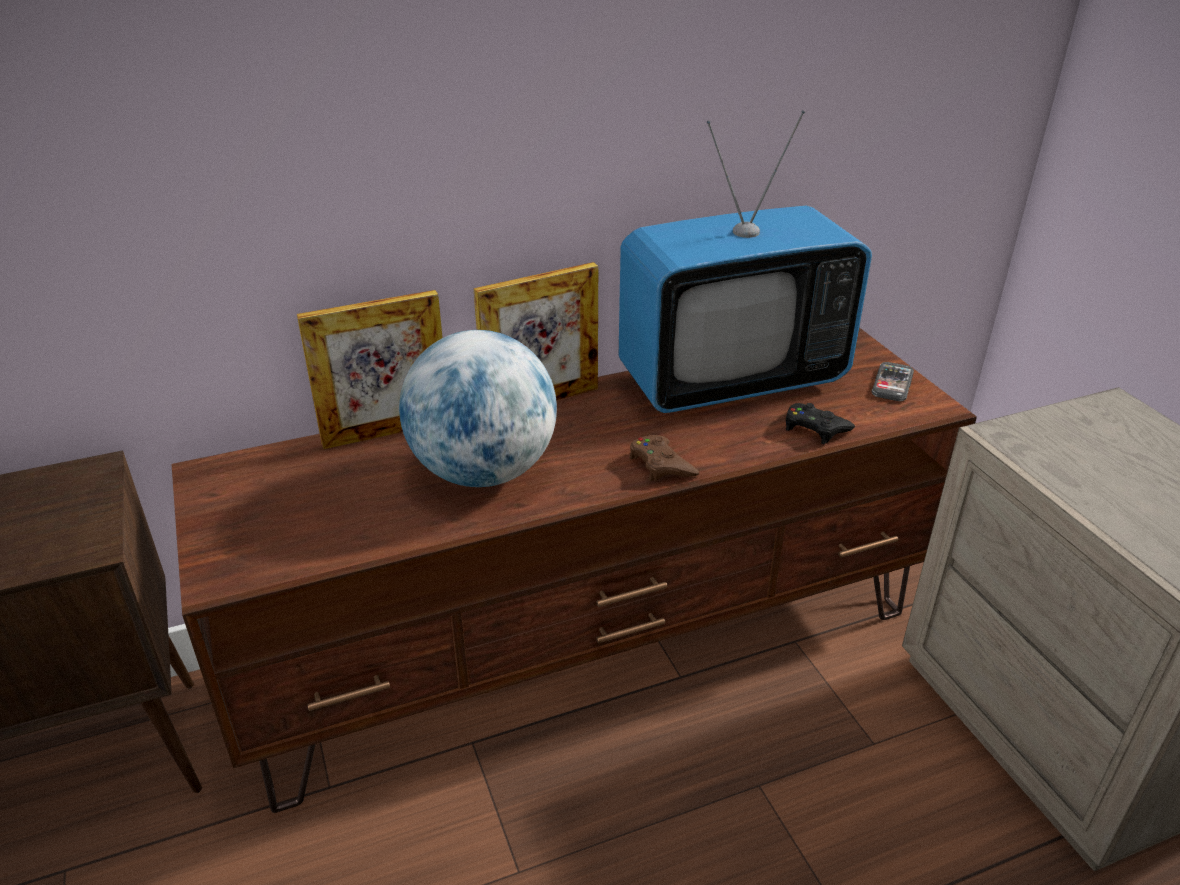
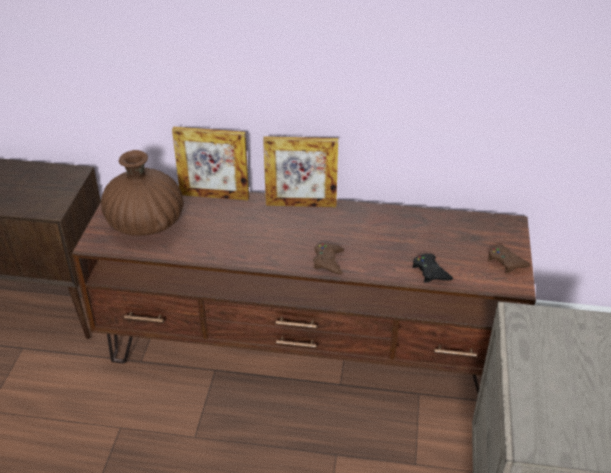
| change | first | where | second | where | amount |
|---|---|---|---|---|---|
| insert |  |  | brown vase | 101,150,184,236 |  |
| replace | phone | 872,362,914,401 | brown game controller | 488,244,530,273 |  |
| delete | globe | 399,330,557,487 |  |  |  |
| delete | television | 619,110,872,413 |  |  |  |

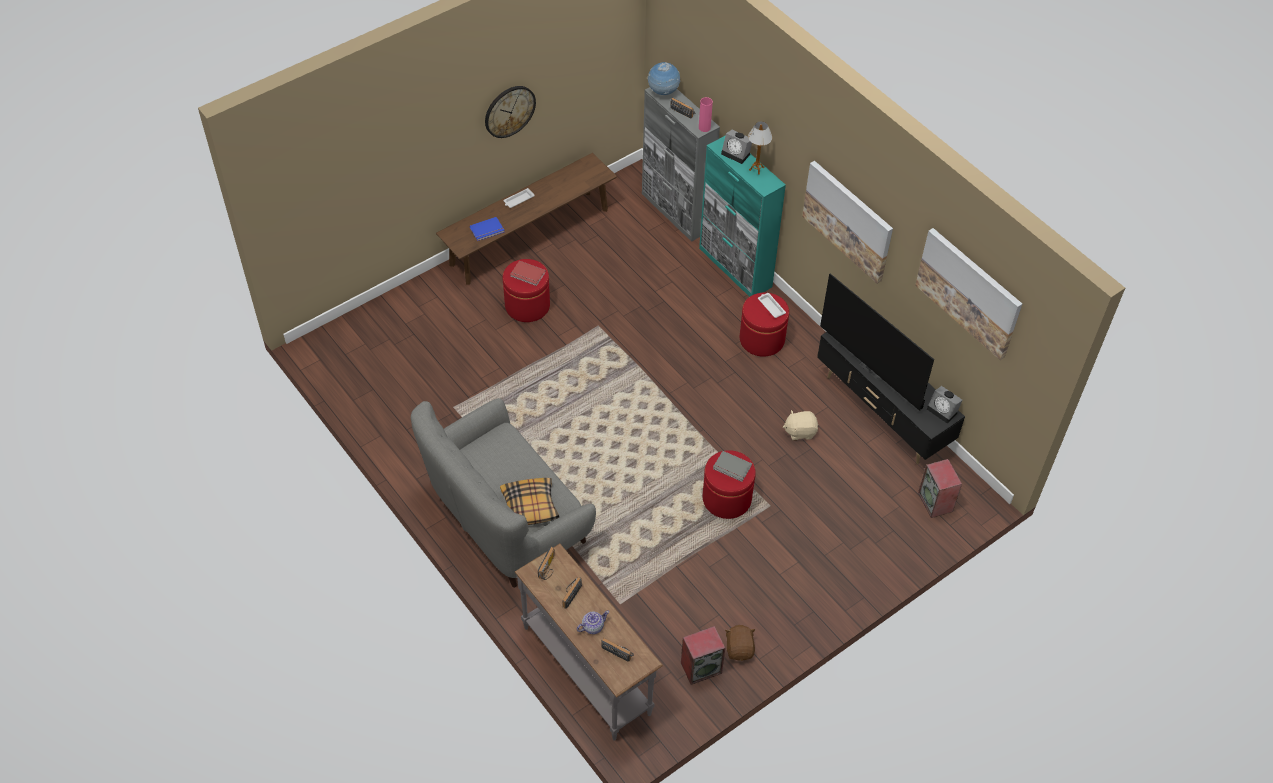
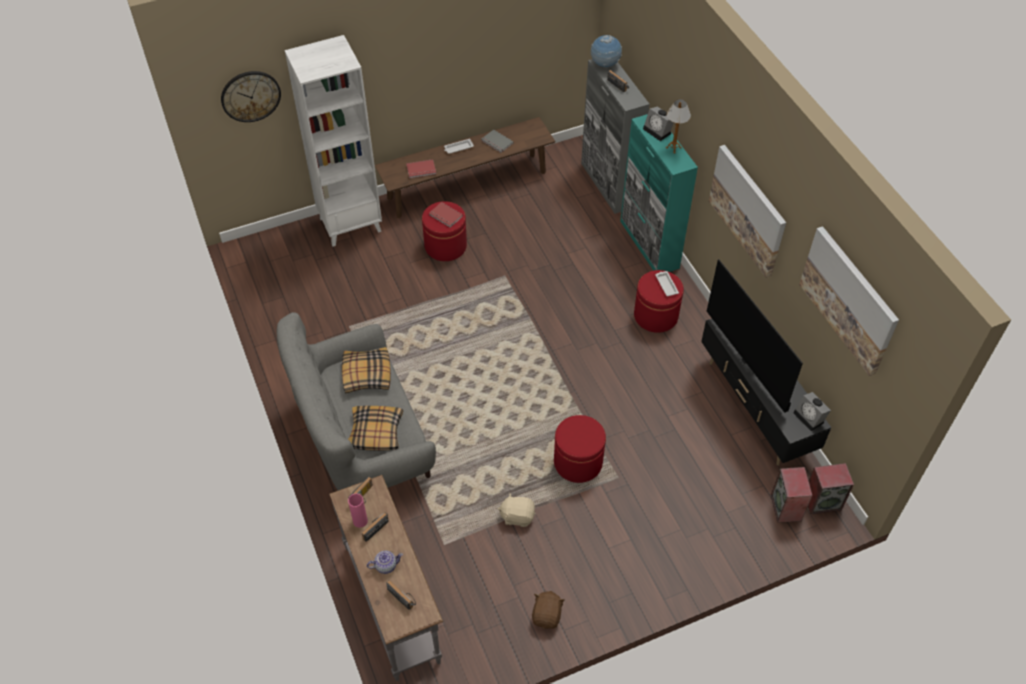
| change | first | where | second | where | amount |
|---|---|---|---|---|---|
| move | wall clock | 485,86,536,138 |  | 221,71,281,122 |  |
| insert |  |  | white bookcase | 285,35,382,247 |  |
| insert |  |  | pillow | 342,347,391,393 |  |
| move | pink vase | 699,97,713,132 |  | 348,494,368,528 |  |
| recolor | blue book | 470,217,504,241 | red book | 406,159,436,179 |  |
| move | grey book | 713,451,752,482 |  | 482,129,514,153 |  |
| move | beige plush toy | 783,410,818,441 |  | 498,494,536,527 |  |
| move | speaker | 681,626,725,685 |  | 808,463,854,514 |  |

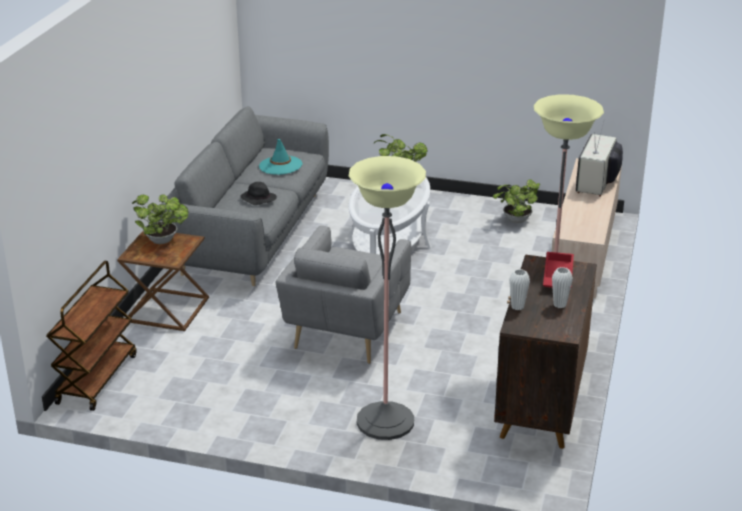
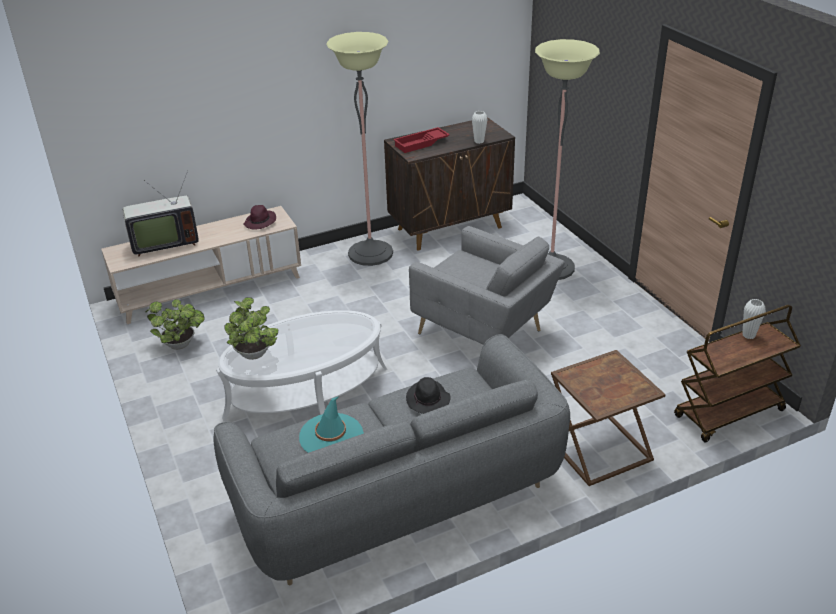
| change | first | where | second | where | amount |
|---|---|---|---|---|---|
| insert |  |  | purple hat | 243,205,276,229 |  |
| rotate | grey armchair | 276,226,411,364 |  | 409,226,565,345 | 60 degrees clockwise |
| move | white vase | 552,267,573,308 |  | 742,299,766,339 |  |
| delete | potted plant | 132,194,189,244 |  |  |  |

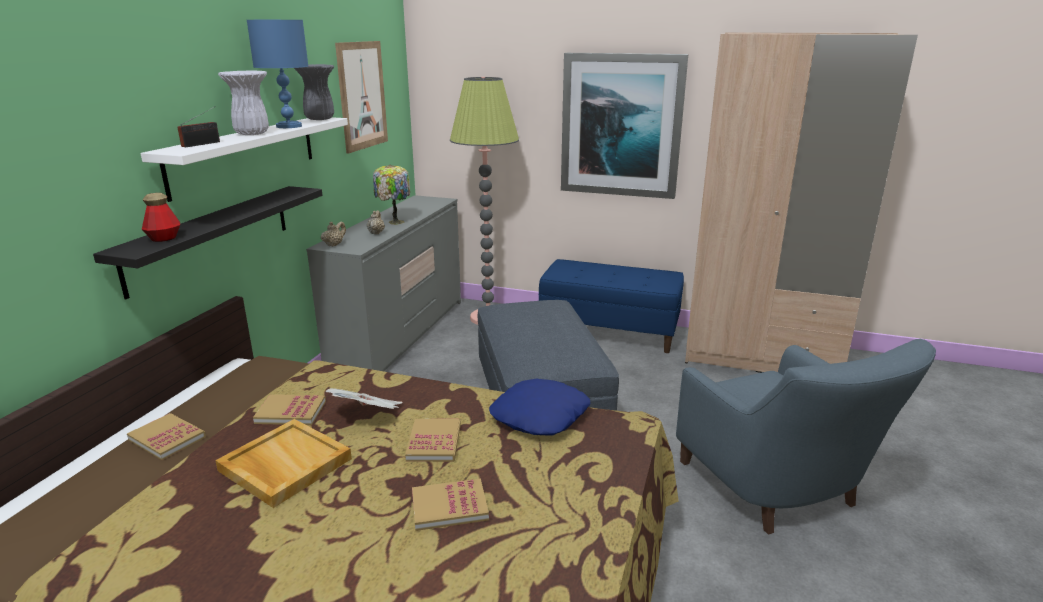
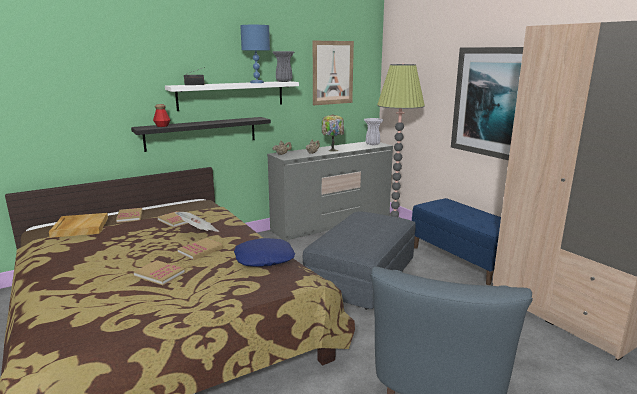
| change | first | where | second | where | amount |
|---|---|---|---|---|---|
| move | beige tray | 215,419,352,508 |  | 49,213,108,238 |  |
| move | white vase | 218,70,269,135 |  | 364,118,383,145 |  |

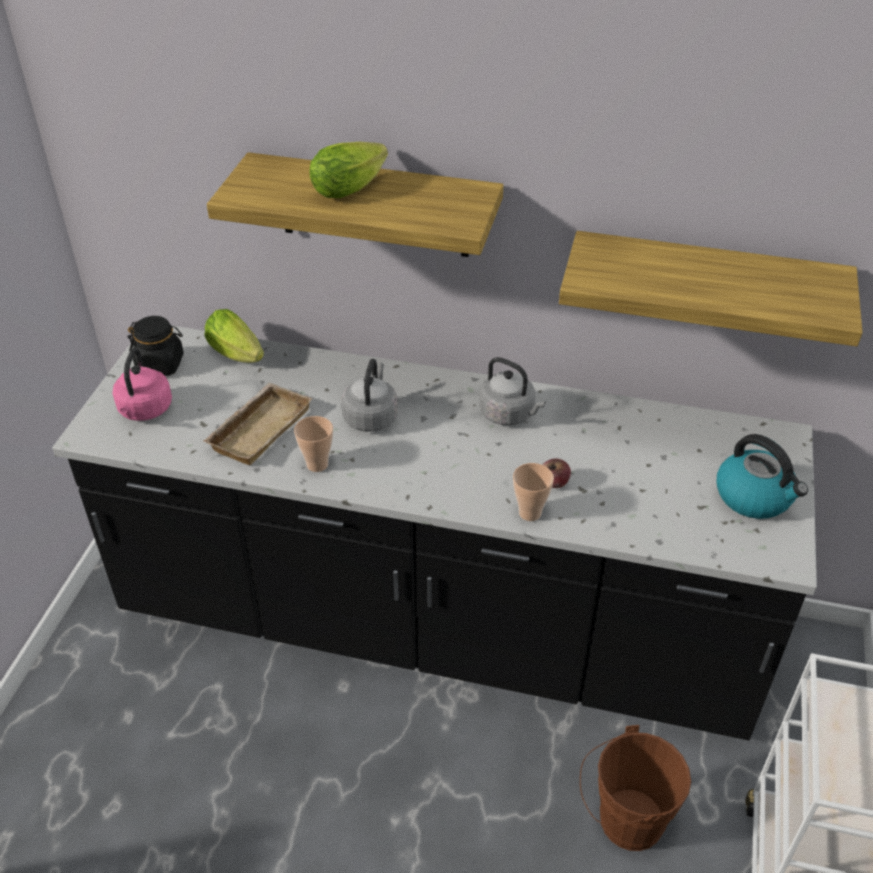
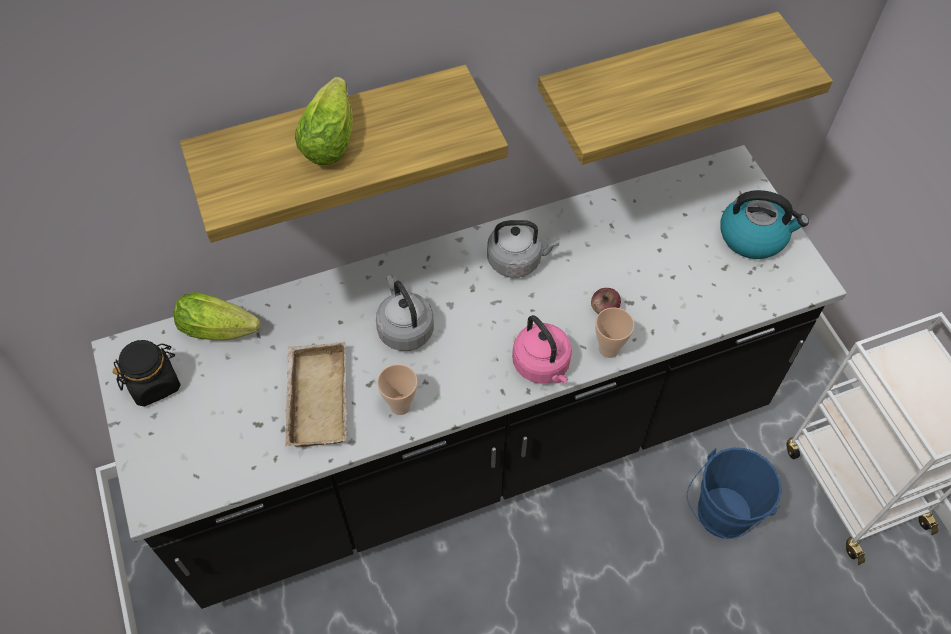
| change | first | where | second | where | amount |
|---|---|---|---|---|---|
| move | pink kettle | 113,348,172,421 |  | 512,315,572,384 |  |
| recolor | brown bucket | 580,725,691,851 | blue bucket | 687,448,782,539 |  |

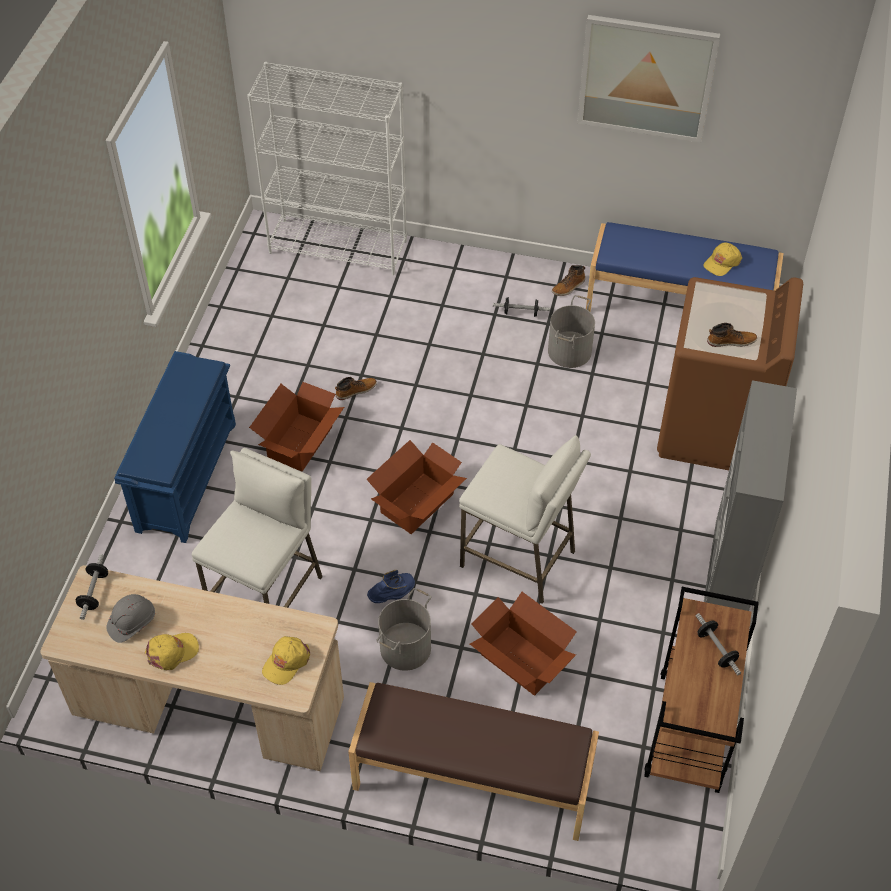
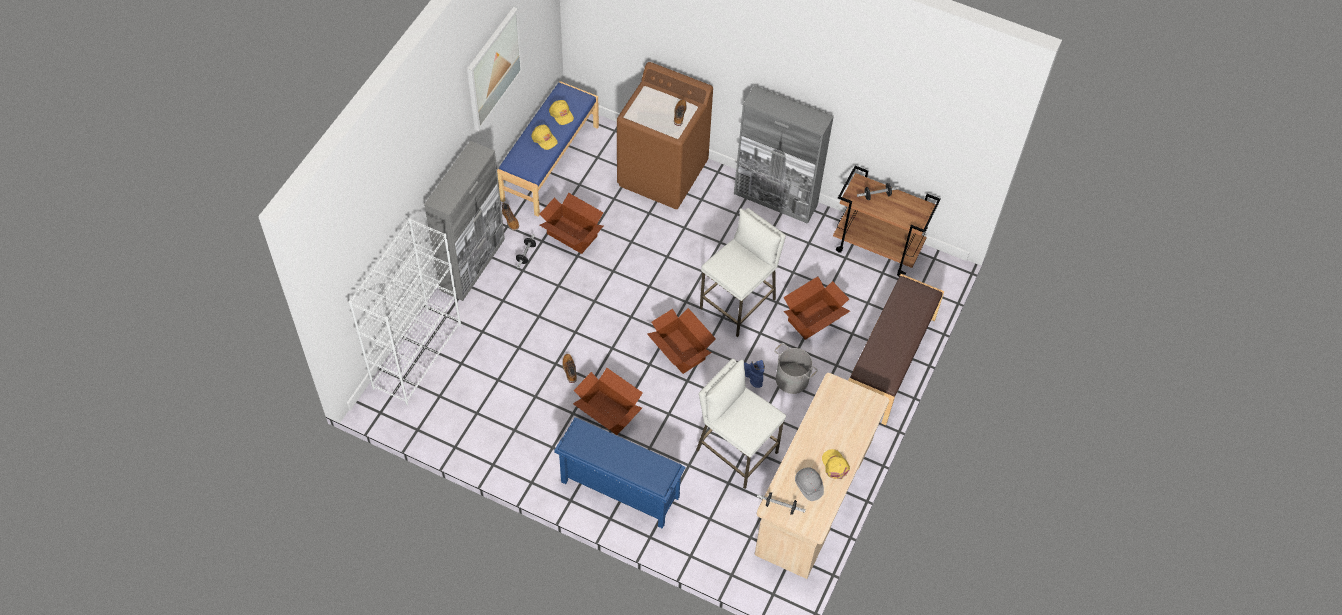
| change | first | where | second | where | amount |
|---|---|---|---|---|---|
| insert |  |  | grey cabinet | 424,141,505,301 |  |
| move | yellow cap | 262,636,310,685 |  | 531,125,558,150 |  |
| replace | grey bucket | 548,295,595,368 | cardboard box | 539,193,604,254 |  |

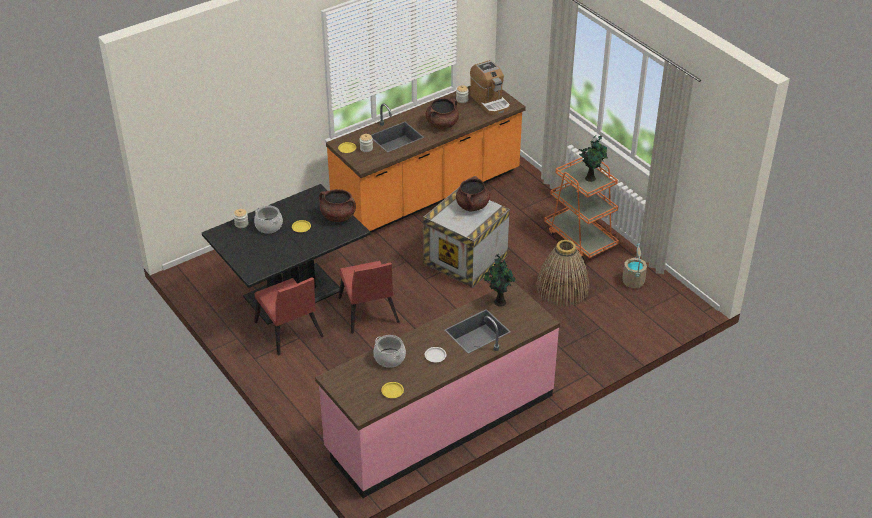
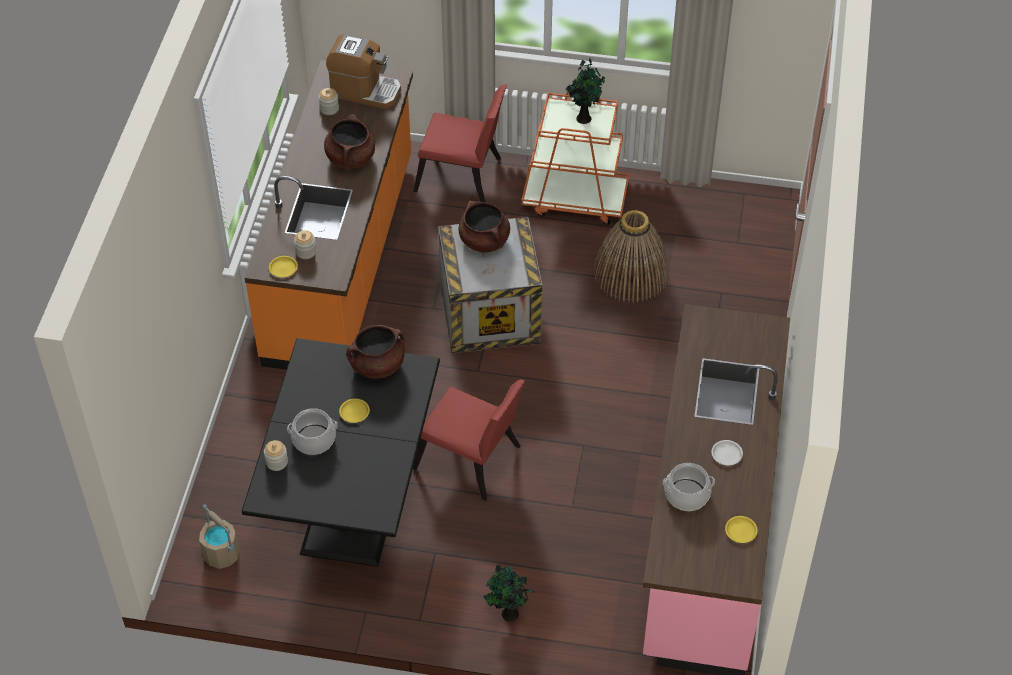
| change | first | where | second | where | amount |
|---|---|---|---|---|---|
| move | beige bucket | 622,244,647,288 |  | 199,505,239,569 |  |
| move | red chair | 254,277,324,356 |  | 413,84,507,202 |  |
| move | potted plant | 484,254,515,307 |  | 483,565,535,622 |  |

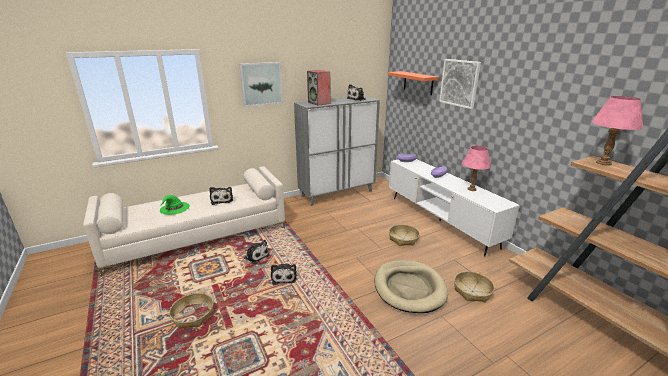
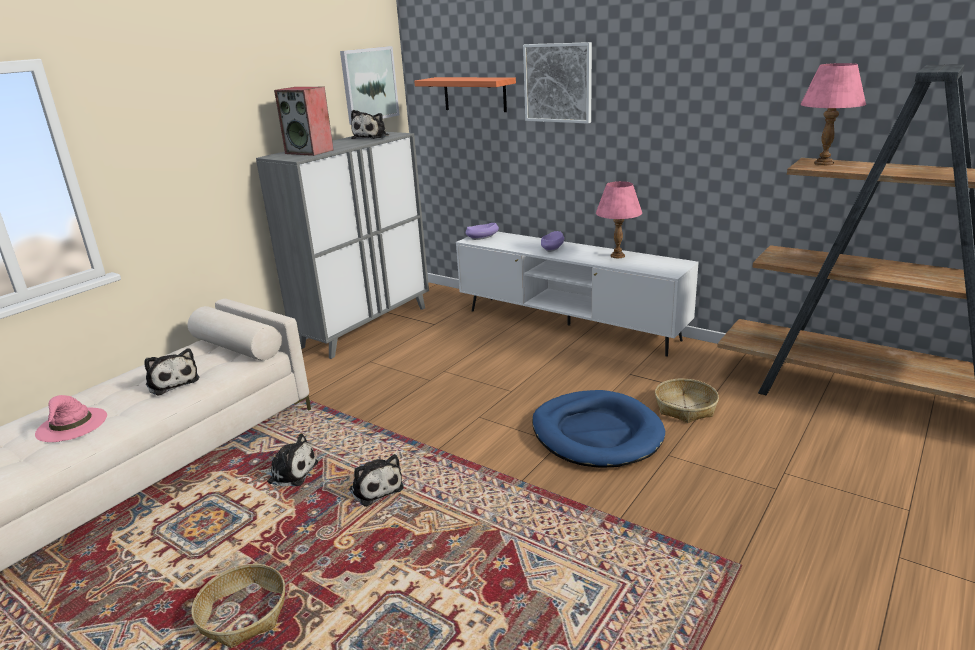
| change | first | where | second | where | amount |
|---|---|---|---|---|---|
| recolor | green hat | 160,195,190,215 | pink hat | 35,395,107,442 |  |
| move | picture | 239,62,283,107 |  | 340,46,399,125 |  |
| recolor | beige dog bed | 374,260,448,313 | blue dog bed | 532,390,665,468 |  |
| delete | basket | 389,224,420,246 |  |  |  |

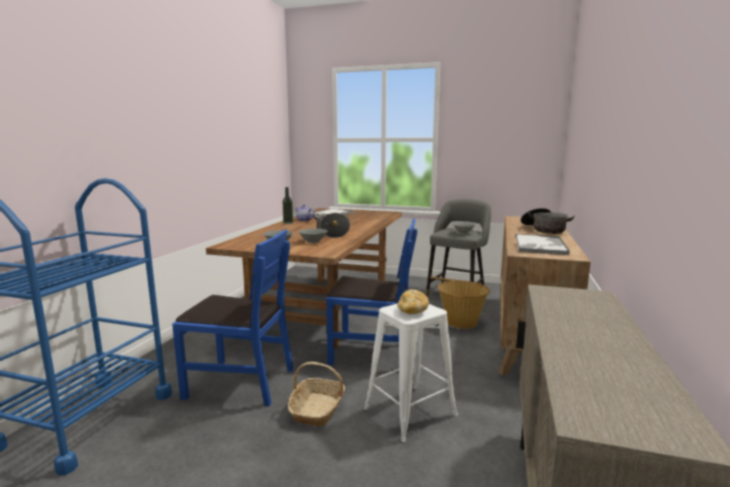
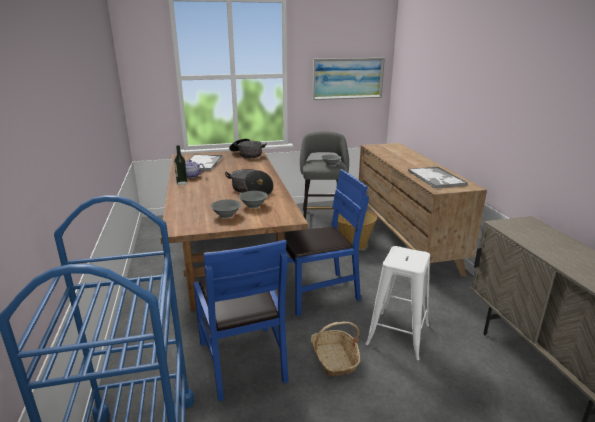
| change | first | where | second | where | amount |
|---|---|---|---|---|---|
| rotate | blue chair | 172,229,294,406 |  | 193,240,288,401 | 90 degrees clockwise |
| move | cooking pot | 521,208,575,234 |  | 229,139,267,158 |  |
| insert |  |  | picture | 313,58,385,100 |  |
| delete | bread | 397,289,429,314 |  |  |  |

